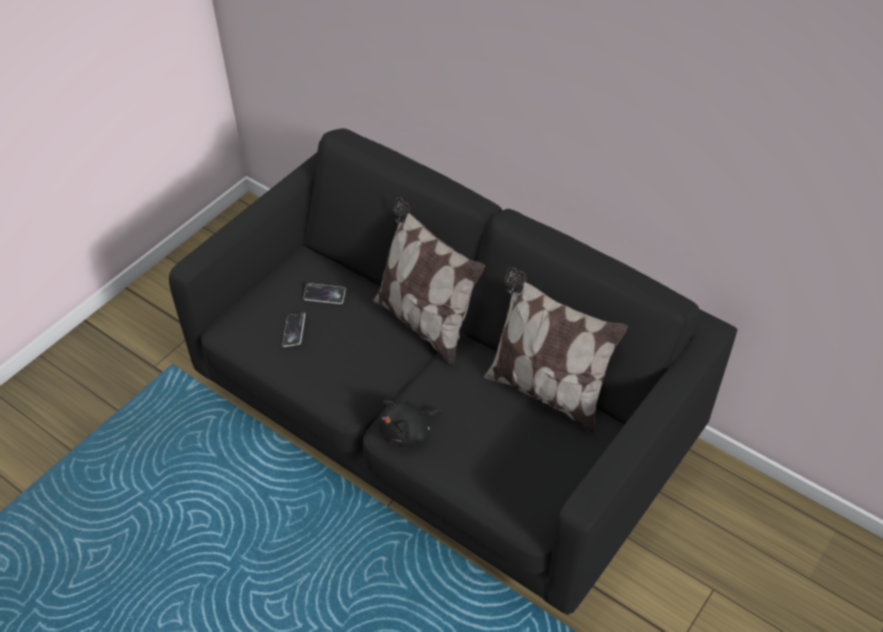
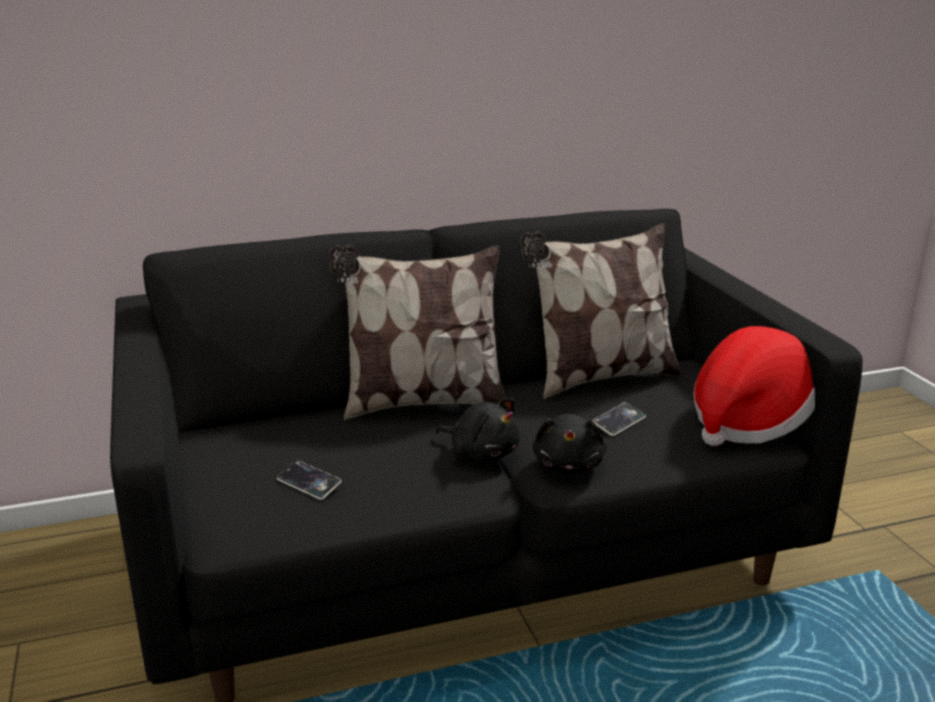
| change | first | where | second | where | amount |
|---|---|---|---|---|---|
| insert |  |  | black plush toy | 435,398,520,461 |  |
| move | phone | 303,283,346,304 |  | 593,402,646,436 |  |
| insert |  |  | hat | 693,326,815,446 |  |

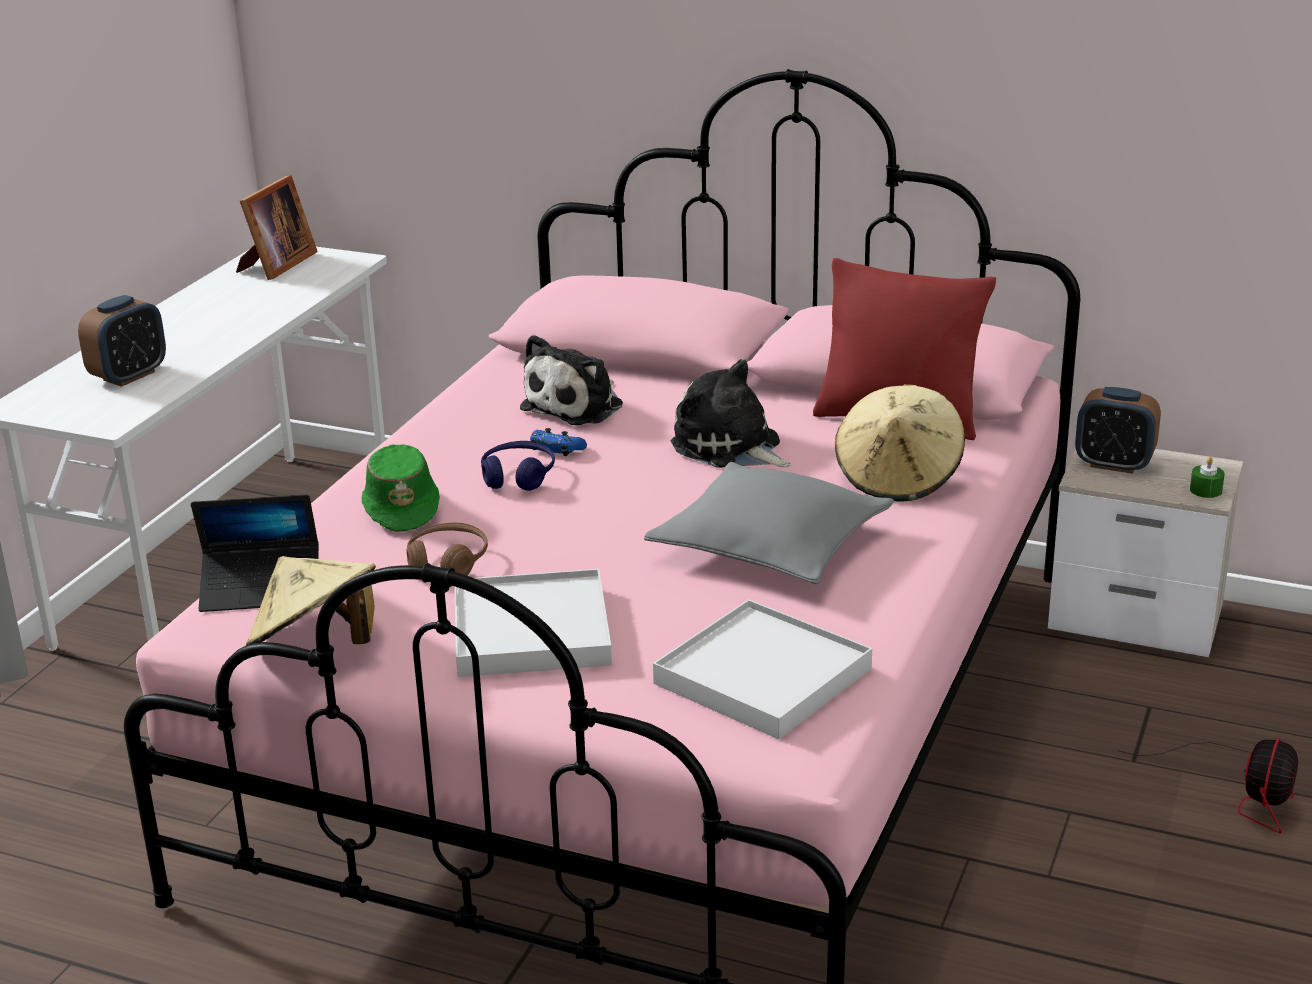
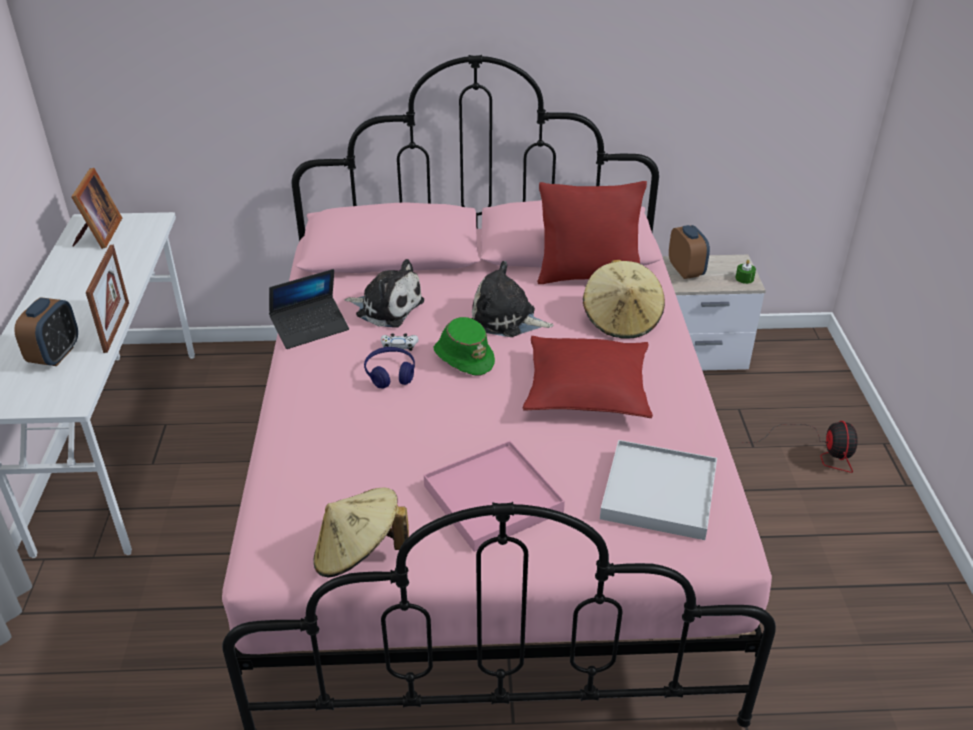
| change | first | where | second | where | amount |
|---|---|---|---|---|---|
| insert |  |  | picture frame | 86,245,129,353 |  |
| move | laptop | 191,494,319,612 |  | 269,269,349,349 |  |
| rotate | plush toy | 520,335,623,425 |  | 344,259,424,328 | 75 degrees counterclockwise |
| recolor | blue game controller | 530,428,587,456 | white game controller | 381,333,418,351 |  |
| recolor | white tray | 455,569,612,677 | pink tray | 424,441,565,552 |  |
| move | green hat | 361,445,440,532 |  | 434,317,495,376 |  |
| recolor | grey pillow | 644,462,894,584 | red pillow | 523,336,653,418 |  |
| rotate | alarm clock | 1075,387,1161,474 |  | 669,225,710,279 | 105 degrees counterclockwise |
| delete | brown headphones | 406,522,488,575 |  |  |  |

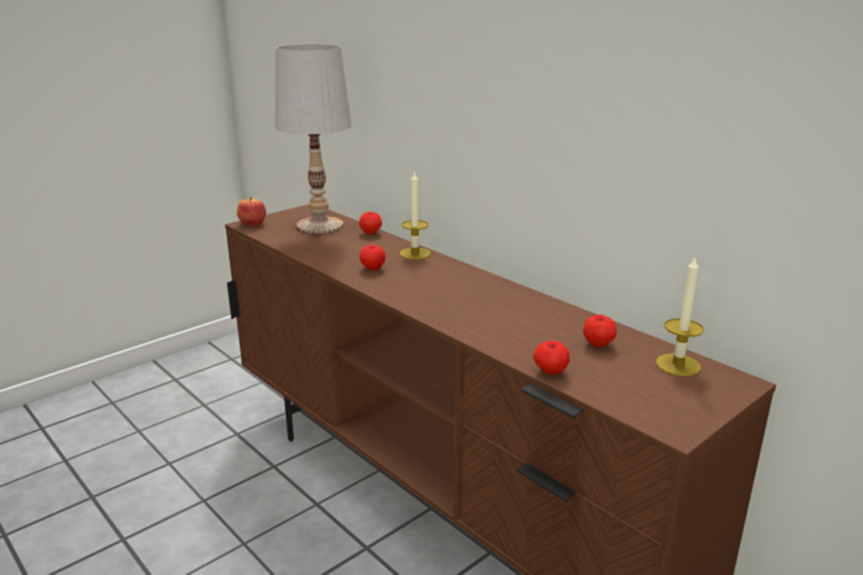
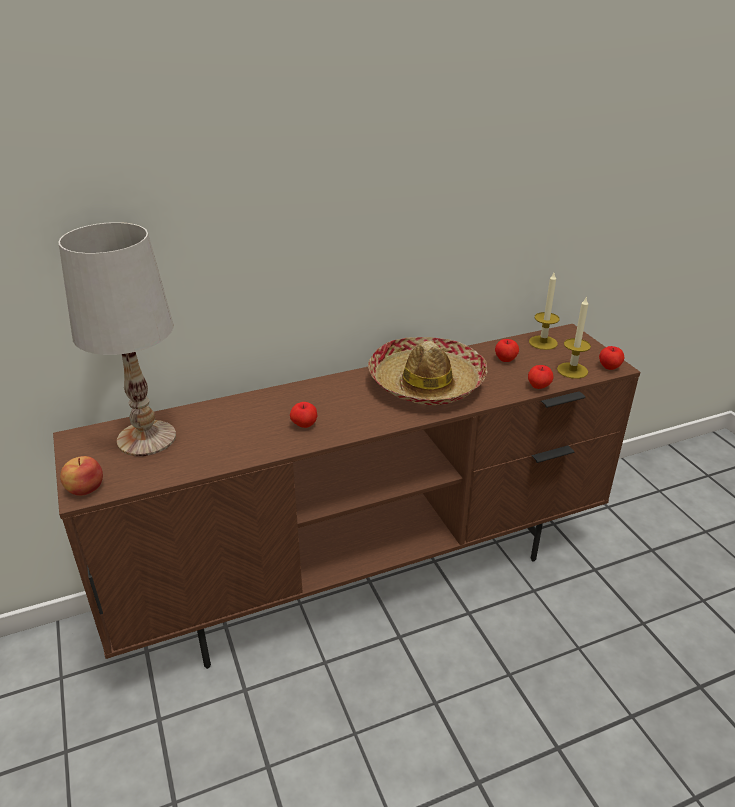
| change | first | where | second | where | amount |
|---|---|---|---|---|---|
| insert |  |  | hat | 368,337,487,405 |  |
| move | candle | 400,171,431,260 |  | 557,297,591,379 |  |
| move | apple | 359,212,382,234 |  | 599,346,625,370 |  |

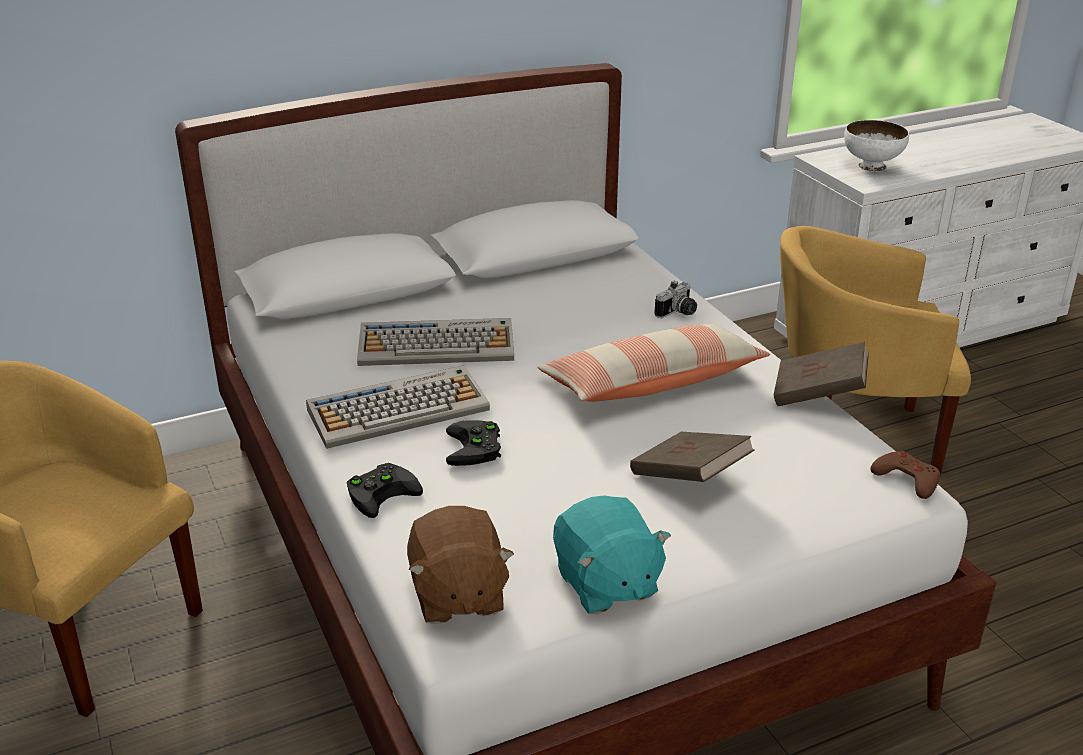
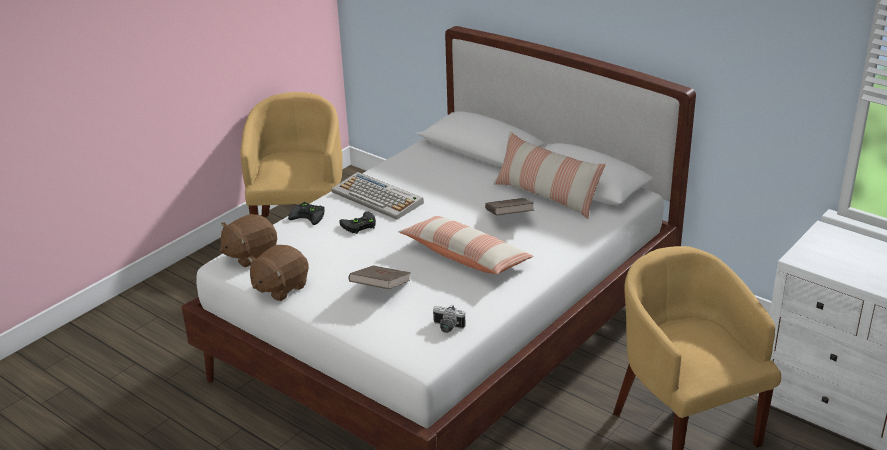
| change | first | where | second | where | amount |
|---|---|---|---|---|---|
| recolor | turquoise plush toy | 553,495,671,614 | brown plush toy | 248,245,309,301 |  |
| move | photo camera | 655,280,697,318 |  | 433,305,466,333 |  |
| move | brown book | 774,342,869,406 |  | 485,198,534,215 |  |
| insert |  |  | pillow | 494,132,606,219 |  |
| delete | keyboard | 357,318,514,366 |  |  |  |
| delete | white bowl | 844,120,909,172 |  |  |  |
| delete | brown game controller | 870,451,940,499 |  |  |  |

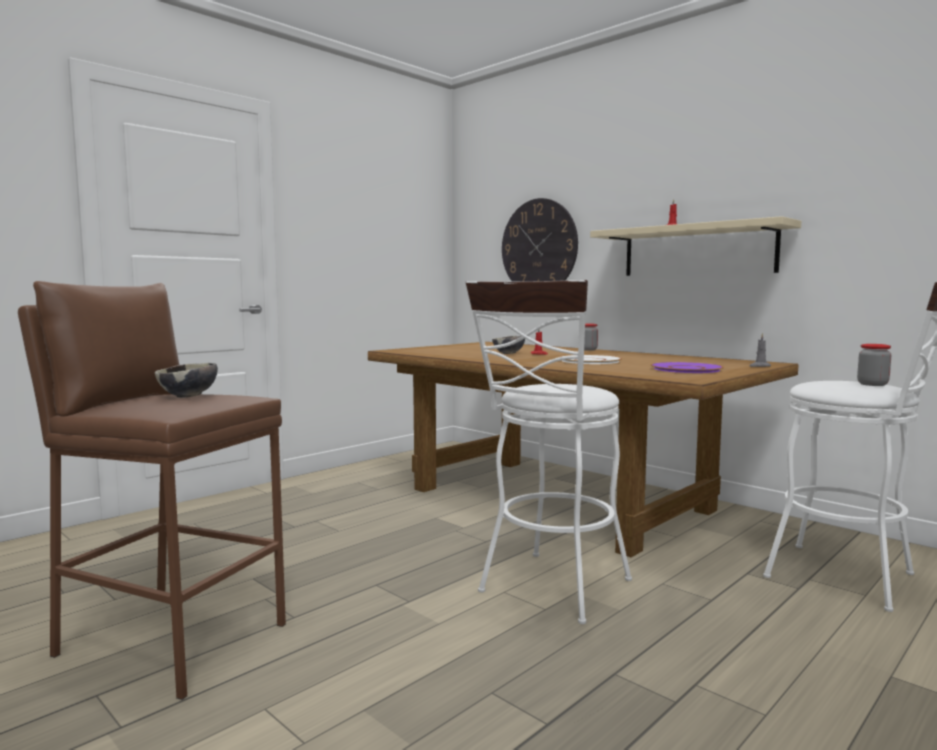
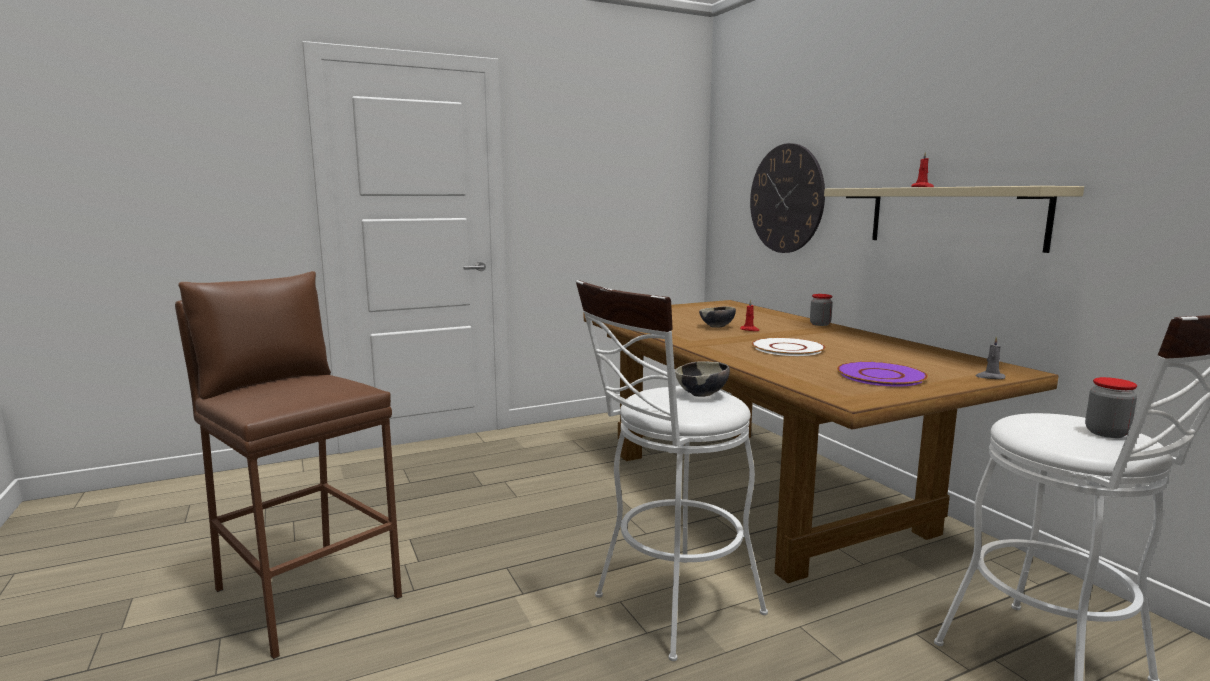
| change | first | where | second | where | amount |
|---|---|---|---|---|---|
| move | bowl | 155,363,218,398 |  | 675,361,730,397 |  |

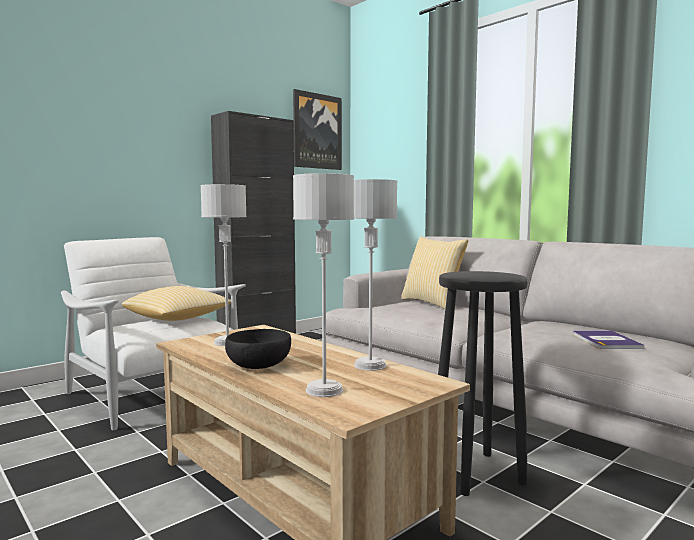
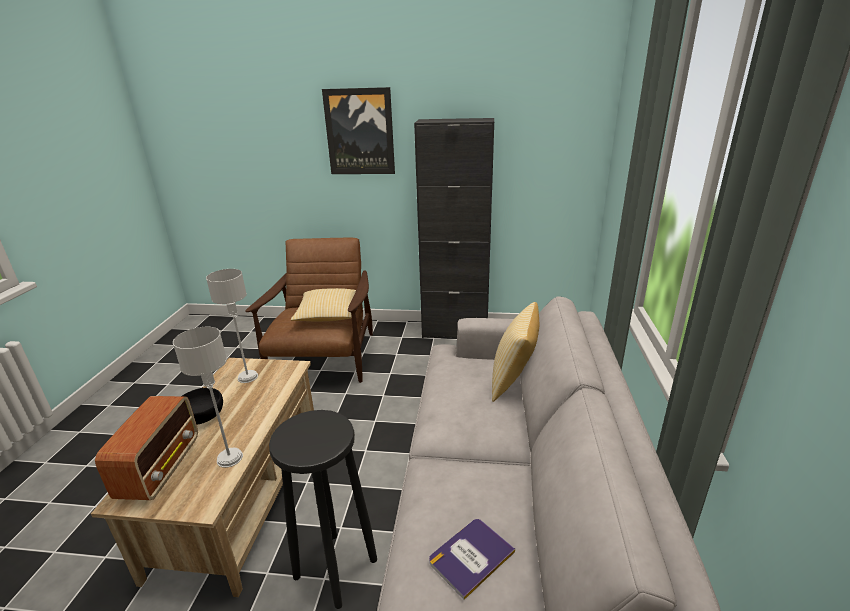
| change | first | where | second | where | amount |
|---|---|---|---|---|---|
| replace | grey table lamp | 293,173,354,397 | radio | 95,396,198,500 |  |
| recolor | white armchair | 61,237,246,430 | brown armchair | 245,238,373,383 |  |
| move | picture | 293,89,342,170 |  | 322,87,395,174 |  |

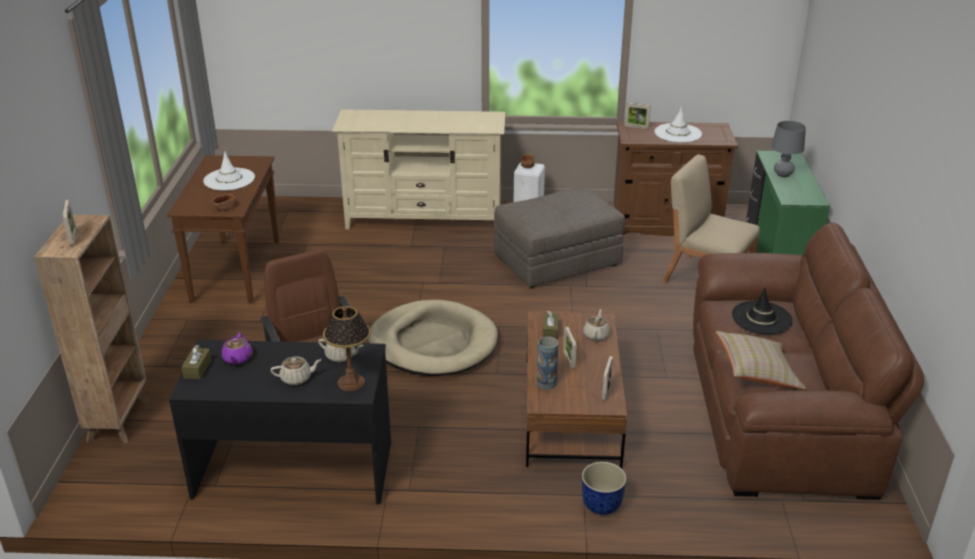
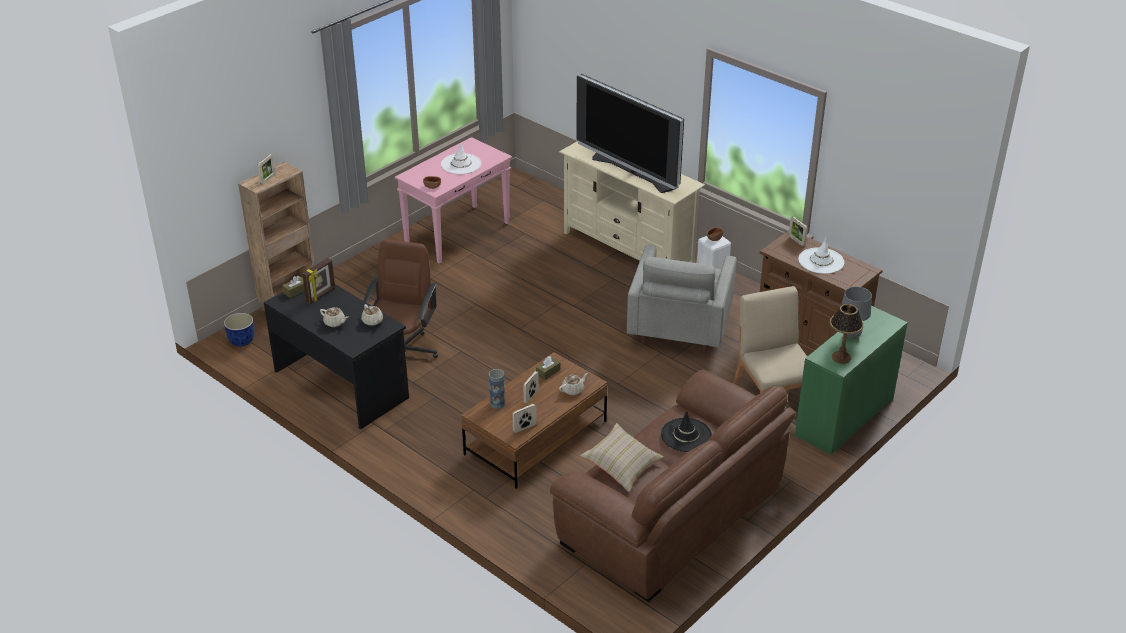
| change | first | where | second | where | amount |
|---|---|---|---|---|---|
| move | planter | 582,462,627,515 |  | 224,313,254,347 |  |
| replace | purple teapot | 222,333,253,365 | picture frame | 302,258,335,304 |  |
| recolor | brown console table | 167,155,279,304 | pink console table | 395,137,512,264 |  |
| insert |  |  | television | 576,74,684,193 |  |
| replace | grey ottoman | 494,186,625,288 | grey armchair | 627,245,737,353 |  |
| move | table lamp | 323,306,371,391 |  | 830,304,864,364 |  |
| delete | beige dog bed | 368,300,498,376 |  |  |  |

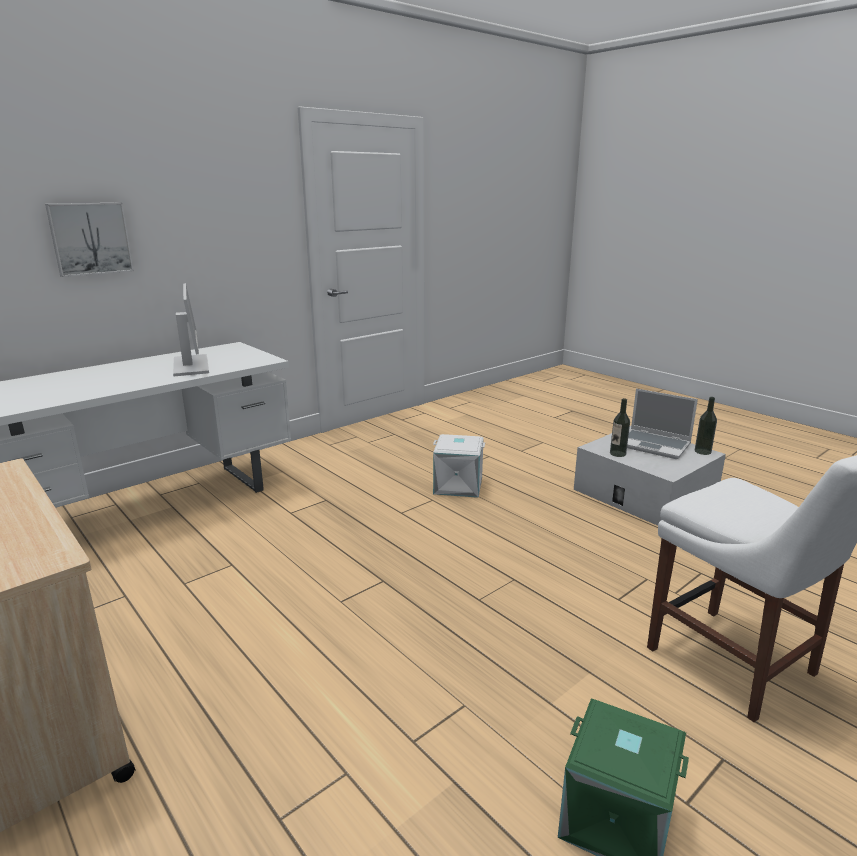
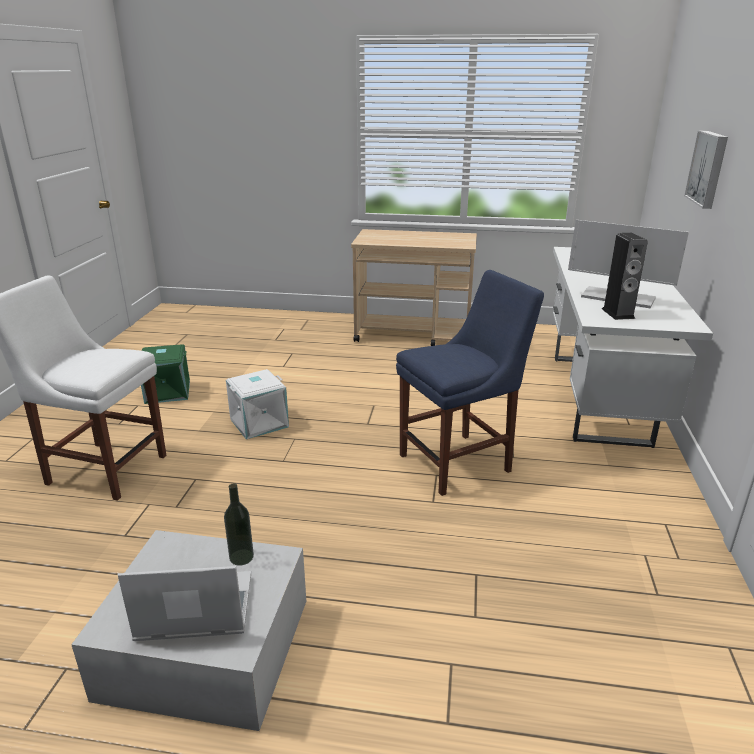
| change | first | where | second | where | amount |
|---|---|---|---|---|---|
| move | white storage box | 433,434,485,498 |  | 226,369,289,439 |  |
| insert |  |  | blue chair | 396,270,544,496 |  |
| insert |  |  | speaker | 602,233,648,320 |  |
| delete | bottle | 695,397,717,455 |  |  |  |

